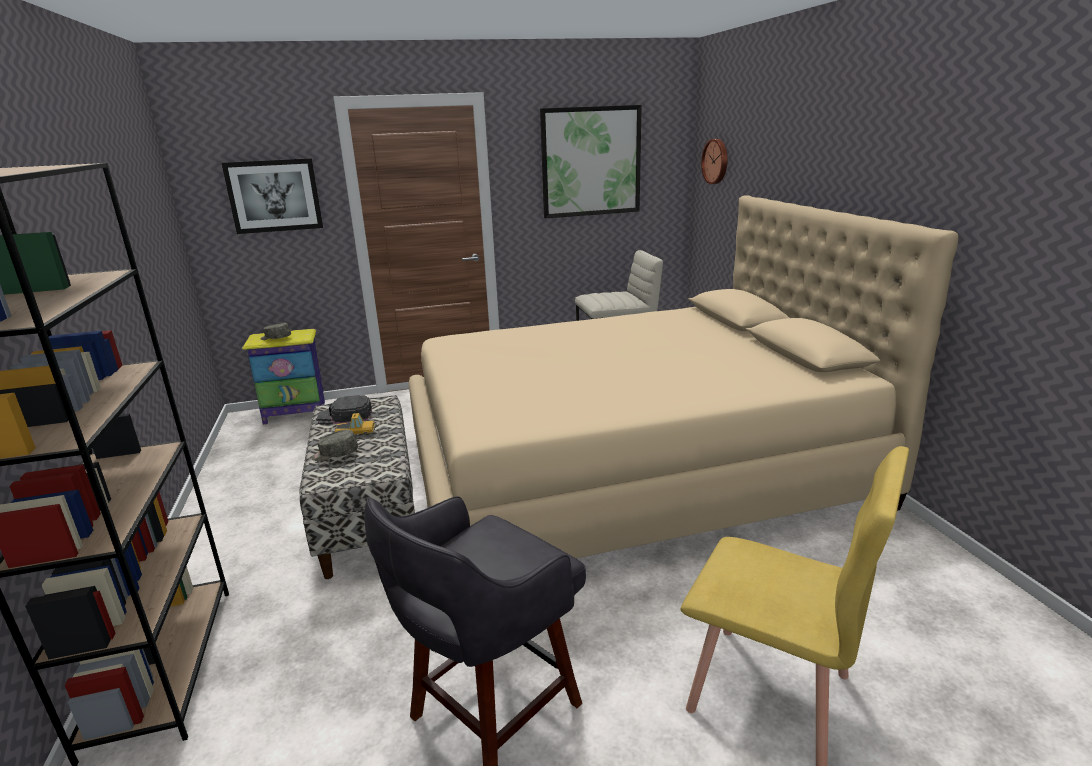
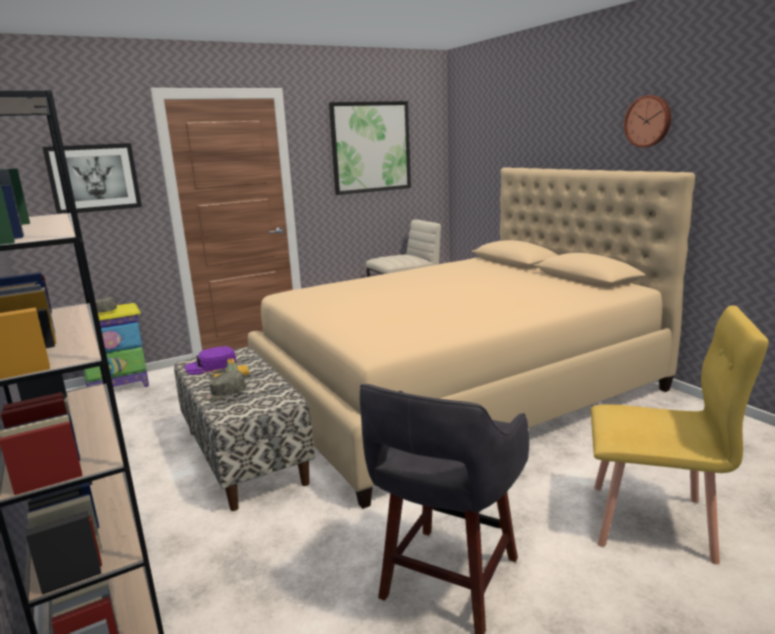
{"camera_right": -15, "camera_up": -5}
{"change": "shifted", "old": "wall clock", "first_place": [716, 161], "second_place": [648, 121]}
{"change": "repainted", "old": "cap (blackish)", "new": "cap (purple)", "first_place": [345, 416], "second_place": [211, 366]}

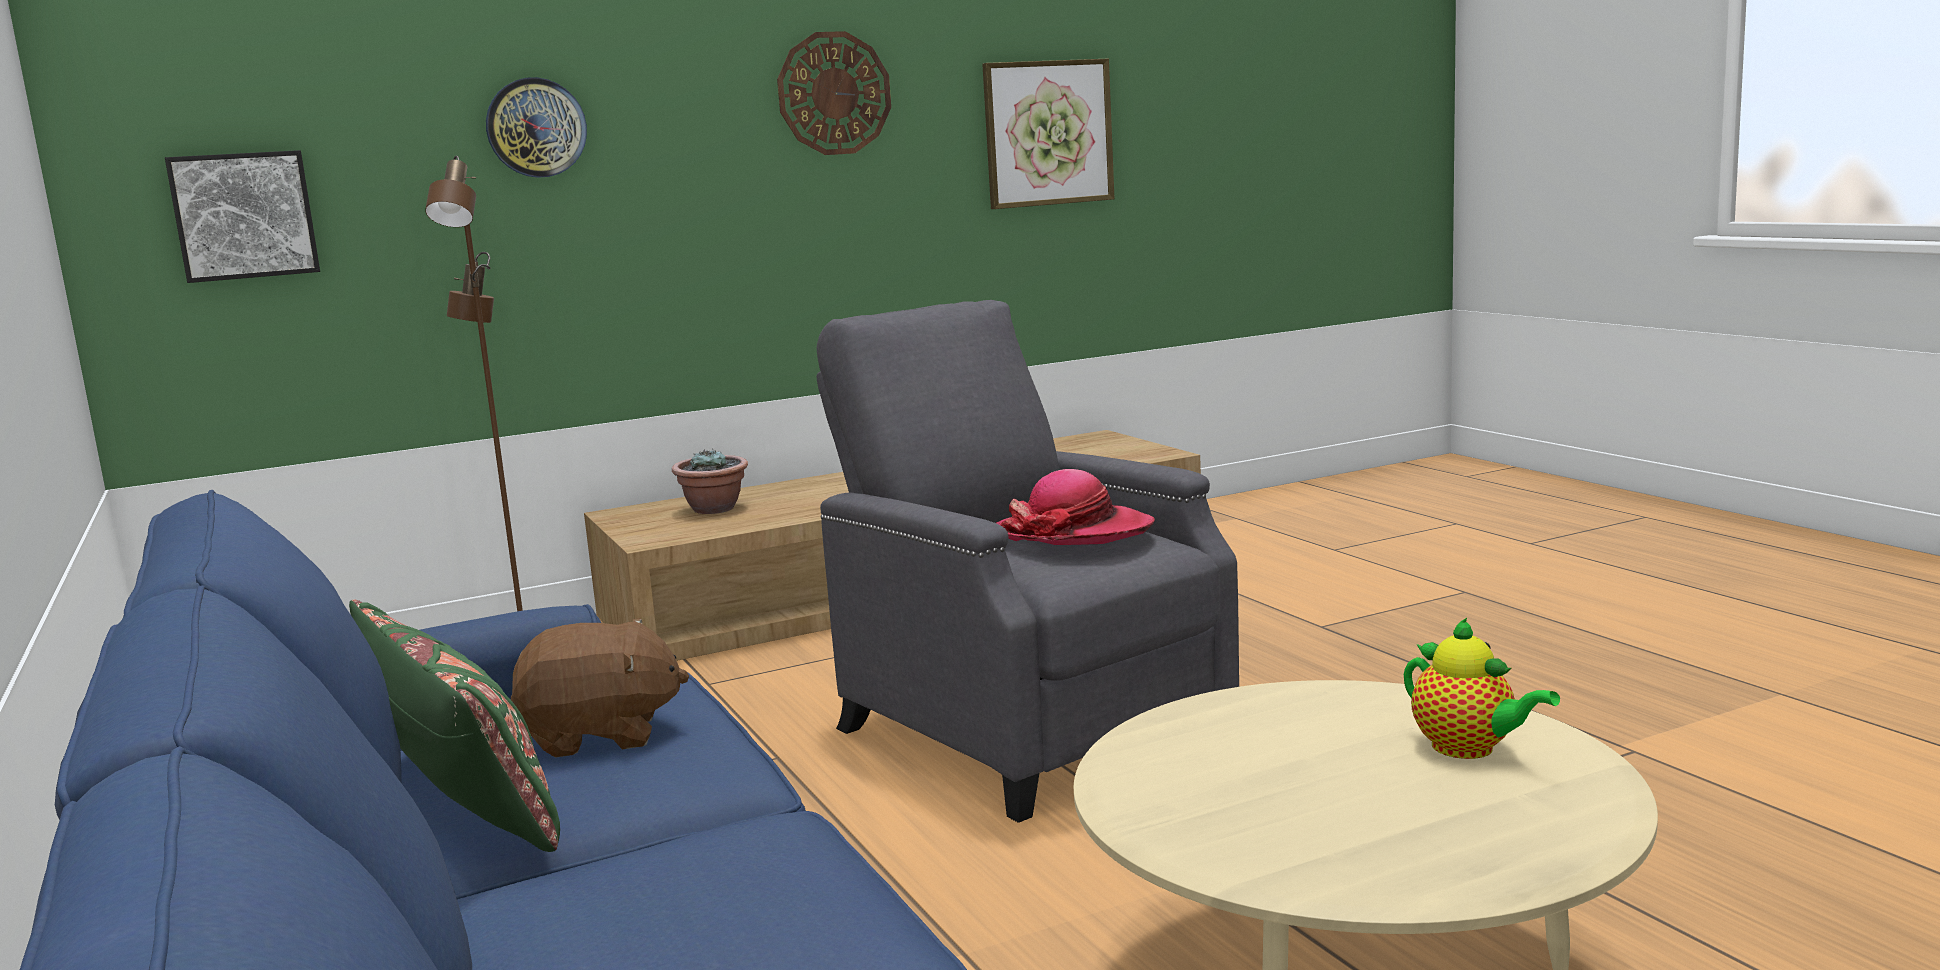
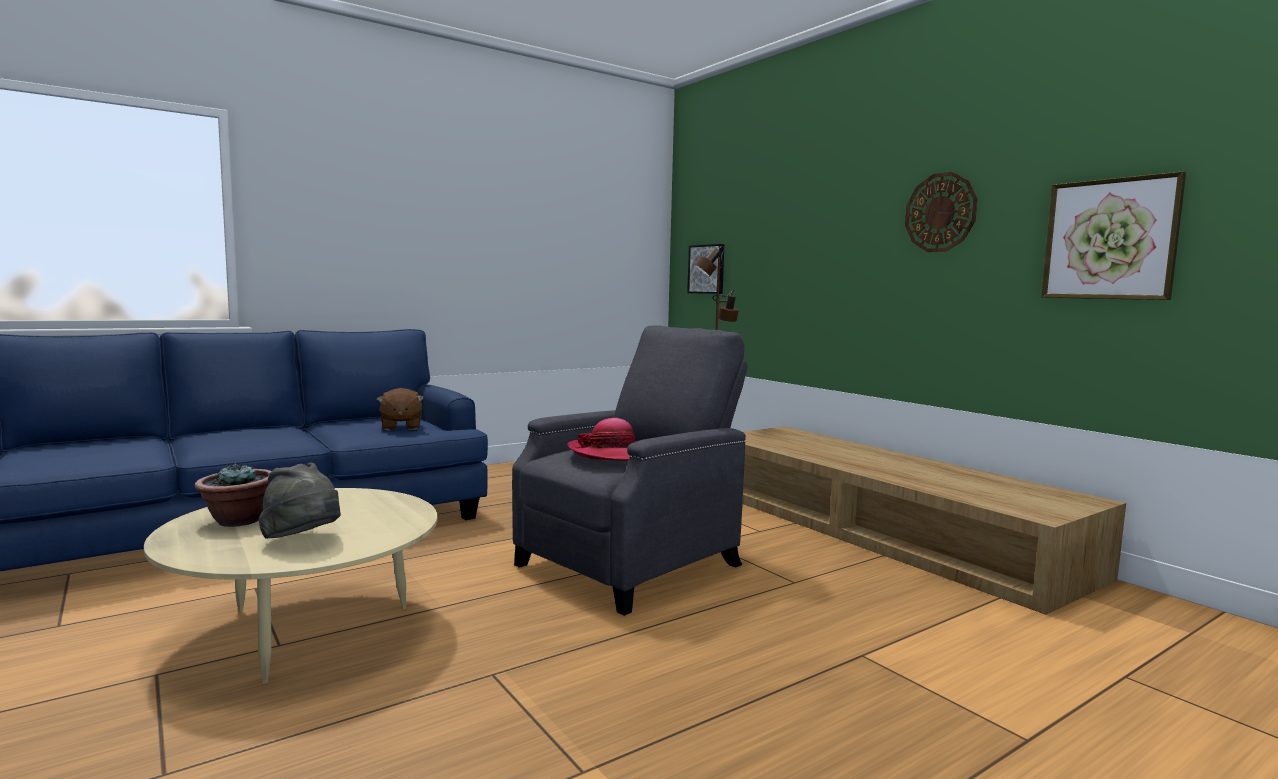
{"camera_right": 80, "camera_up": -5}
{"change": "gone", "old": "cushion (green)", "first_place": [461, 801]}
{"change": "gone", "old": "wall clock", "first_place": [536, 128]}
{"change": "shifted", "old": "potted plant", "first_place": [714, 509], "second_place": [238, 521]}
{"change": "swapped", "old": "teapot", "new": "clothing hat (gray)", "first_place": [1469, 749], "second_place": [304, 541]}

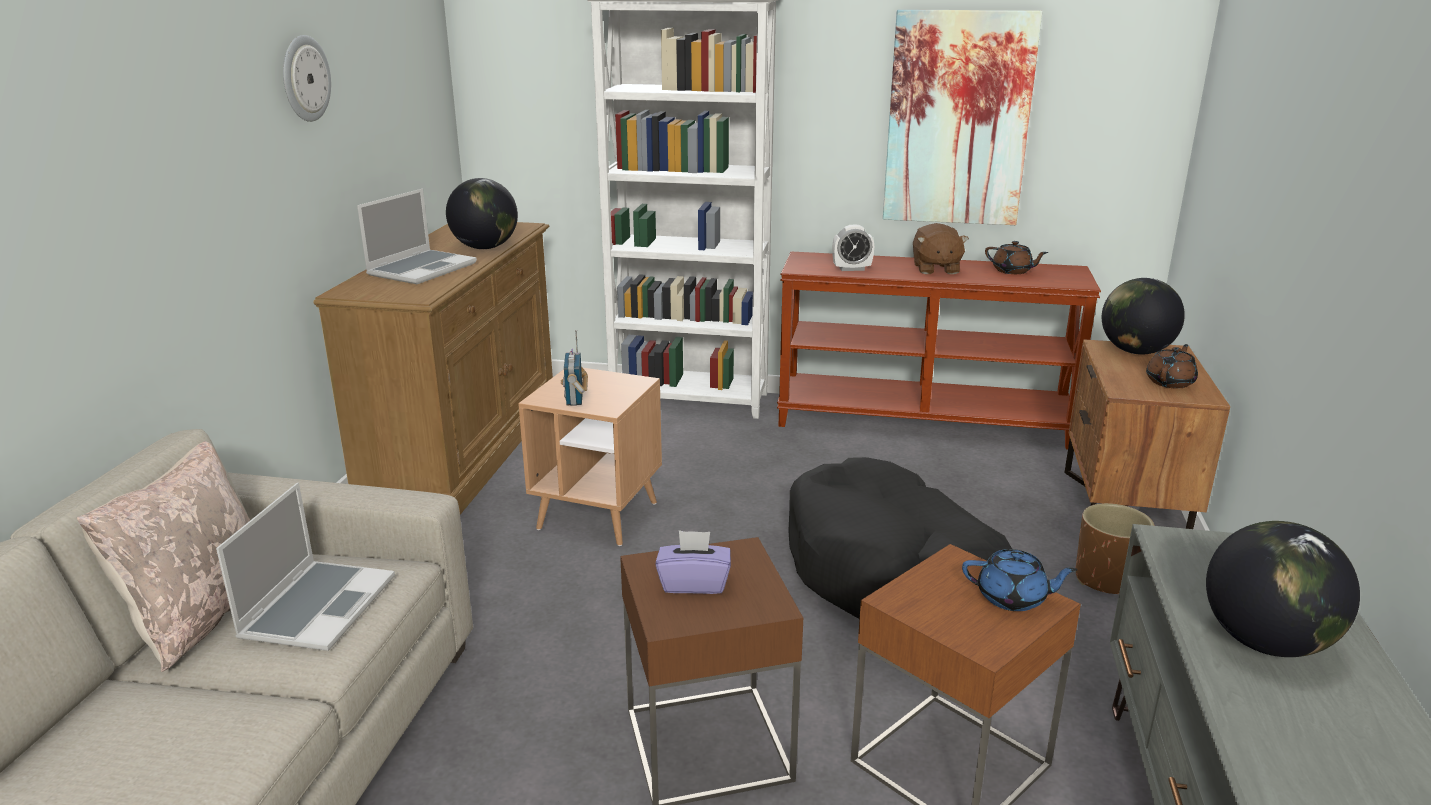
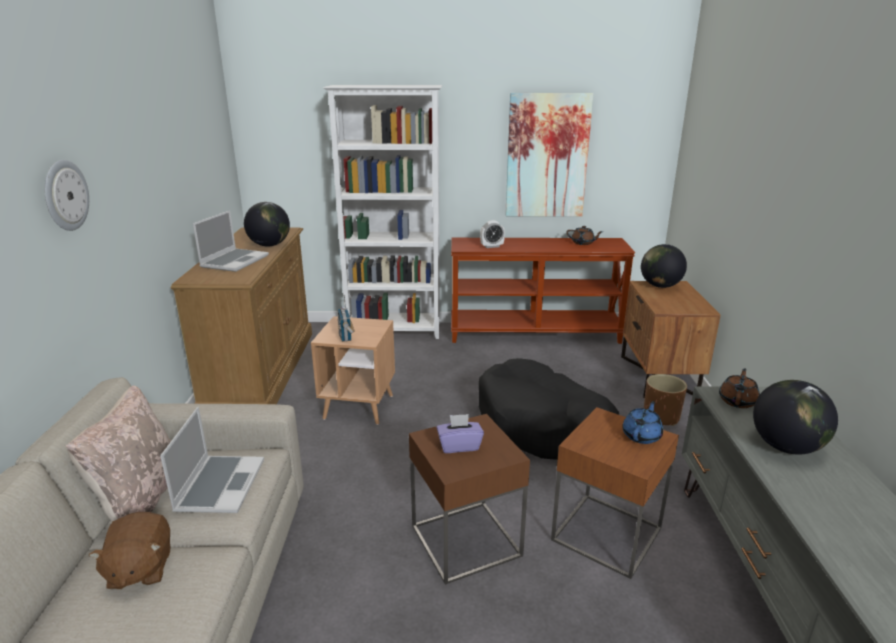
{"camera_right": -10, "camera_up": 0}
{"change": "shifted", "old": "wall clock", "first_place": [304, 78], "second_place": [65, 195]}
{"change": "shifted", "old": "soft toy (brown)", "first_place": [935, 269], "second_place": [140, 569]}
{"change": "shifted", "old": "teapot (brown)", "first_place": [1170, 382], "second_place": [737, 401]}
{"change": "rotated", "old": "teapot (bluish)", "first_place": [1013, 598], "second_place": [642, 435], "degrees": -60}

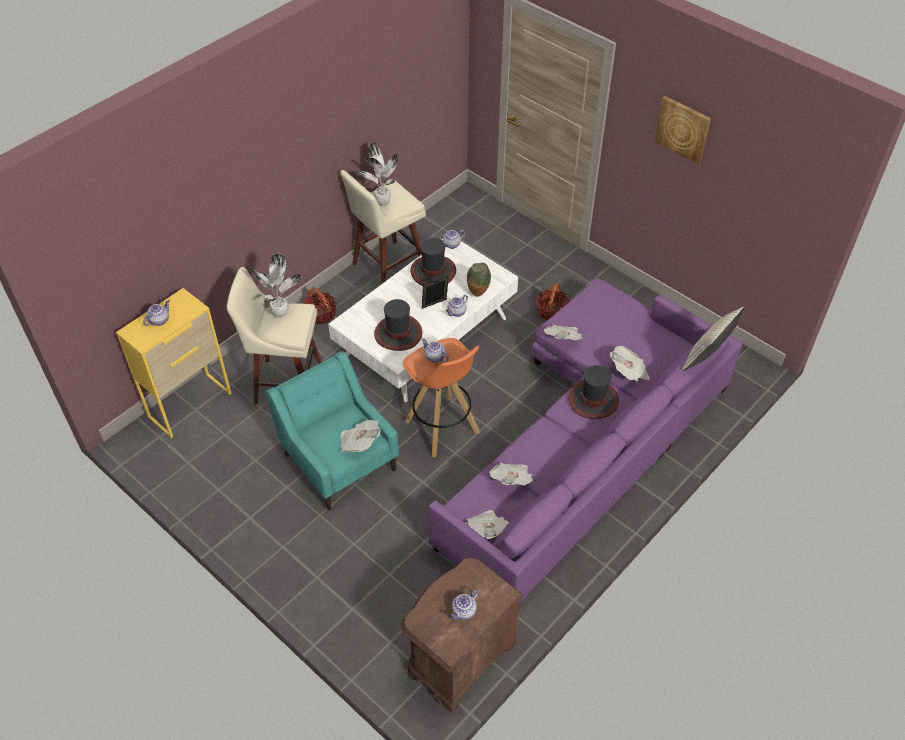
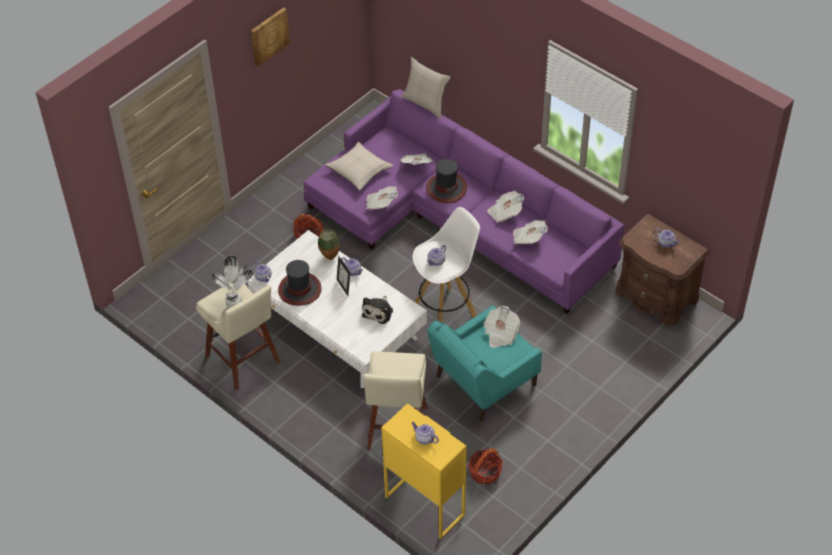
{"camera_right": -90, "camera_up": 0}
{"change": "gone", "old": "potted plant", "first_place": [281, 314]}
{"change": "new", "new": "cushion (beige-coloured)", "second_place": [359, 170]}
{"change": "shifted", "old": "basket", "first_place": [321, 314], "second_place": [485, 472]}
{"change": "shifted", "old": "printed paper", "first_place": [486, 530], "second_place": [505, 213]}
{"change": "swapped", "old": "clothing hat", "new": "soft toy", "first_place": [398, 333], "second_place": [379, 311]}
{"change": "repainted", "old": "sitting stool (orangey)", "new": "sitting stool (whitish)", "first_place": [442, 428], "second_place": [446, 312]}

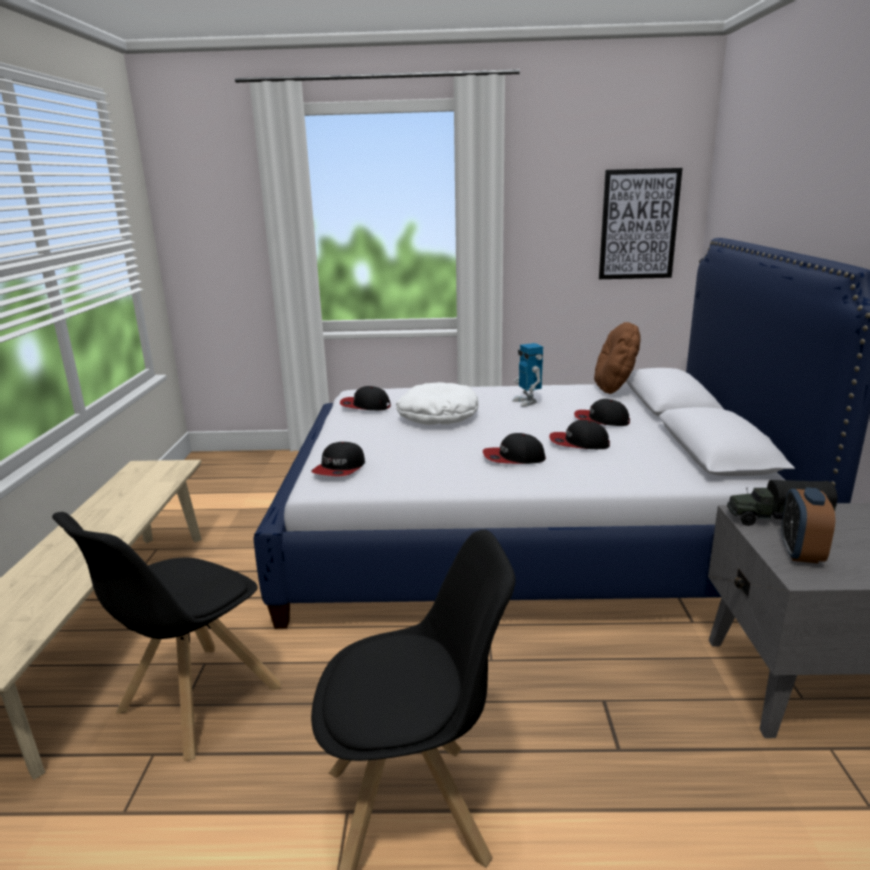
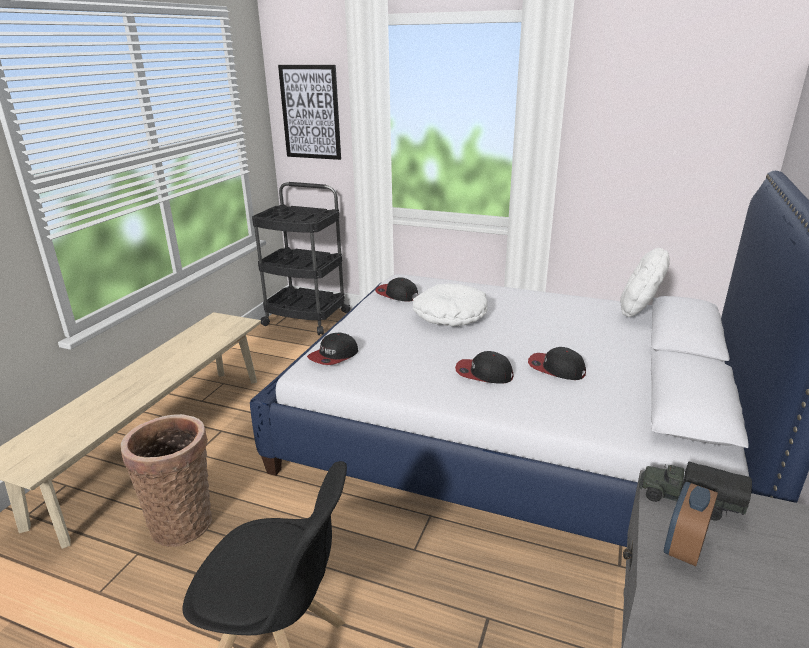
{"camera_right": 20, "camera_up": 5}
{"change": "gone", "old": "model robot", "first_place": [527, 402]}
{"change": "gone", "old": "cap", "first_place": [601, 420]}
{"change": "new", "new": "cart (blackish)", "second_place": [305, 318]}
{"change": "shifted", "old": "wall picture", "first_place": [638, 225], "second_place": [310, 112]}
{"change": "swapped", "old": "plain chair (blackish)", "new": "basket", "first_place": [194, 703], "second_place": [183, 520]}
{"change": "repainted", "old": "cushion (brown)", "new": "cushion (whitish)", "first_place": [614, 389], "second_place": [638, 312]}

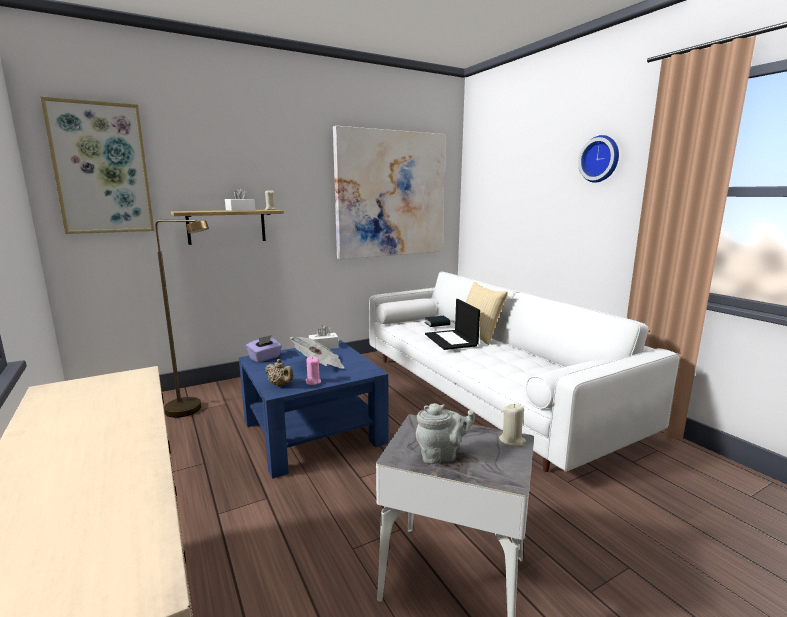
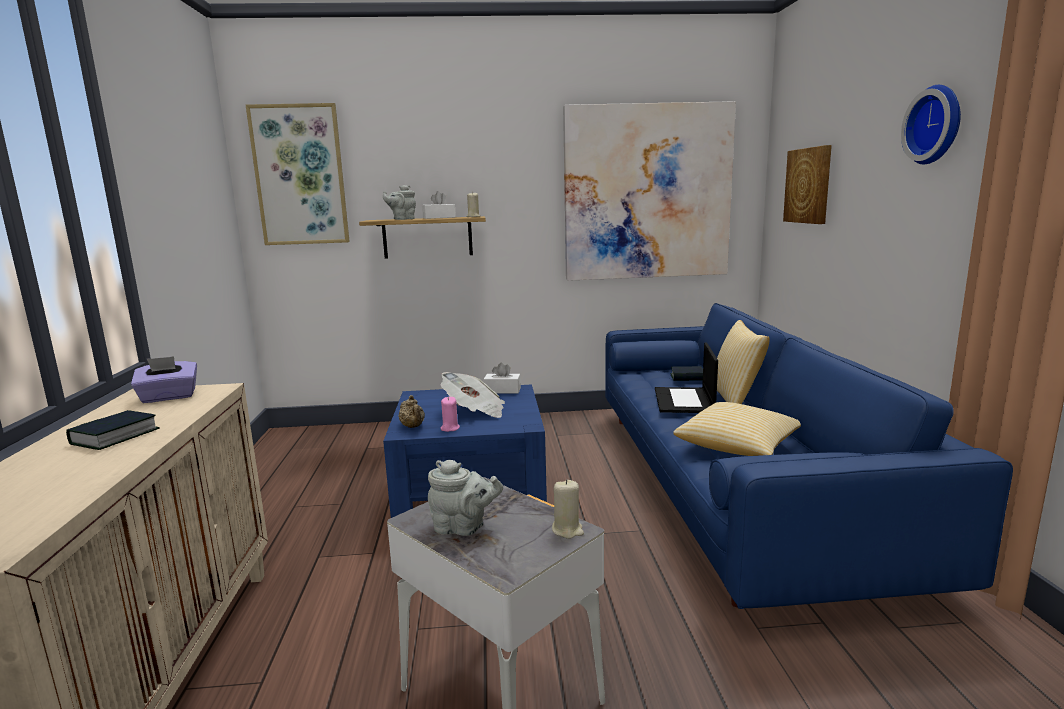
{"camera_right": 25, "camera_up": 0}
{"change": "gone", "old": "standard lamp (brown)", "first_place": [192, 410]}
{"change": "new", "new": "bound book", "second_place": [115, 437]}
{"change": "new", "new": "teapot (gray)", "second_place": [402, 219]}
{"change": "new", "new": "cushion", "second_place": [737, 447]}
{"change": "new", "new": "wall picture", "second_place": [808, 185]}
{"change": "shifted", "old": "tissue box (purple)", "first_place": [265, 358], "second_place": [169, 397]}
{"change": "repainted", "old": "sofa (whitish)", "new": "sofa (bluish)", "first_place": [485, 392], "second_place": [732, 484]}

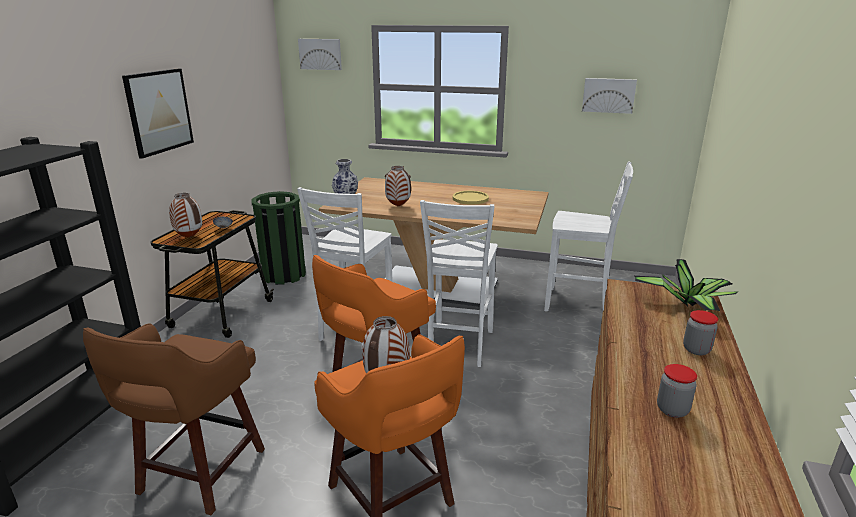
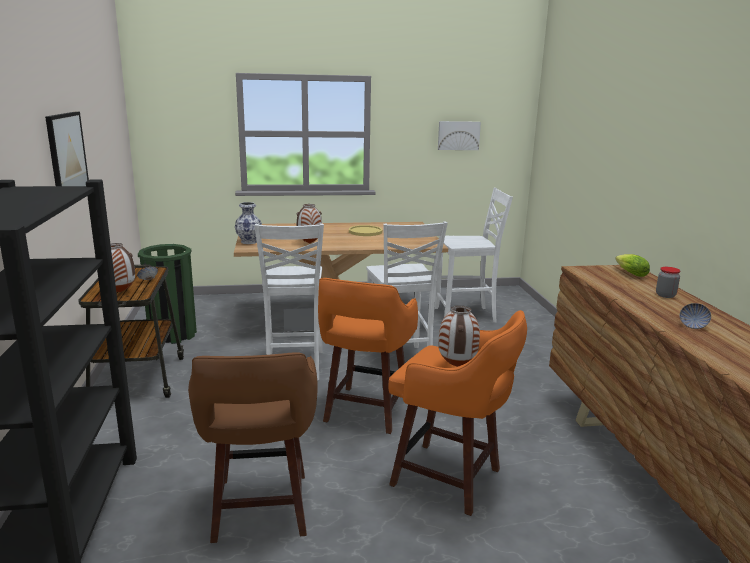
{"camera_right": -25, "camera_up": -5}
{"change": "gone", "old": "wall picture", "first_place": [320, 54]}
{"change": "swapped", "old": "potted plant", "new": "head of lettuce", "first_place": [688, 304], "second_place": [629, 273]}
{"change": "swapped", "old": "jar", "new": "serving bowl", "first_place": [672, 410], "second_place": [693, 326]}

